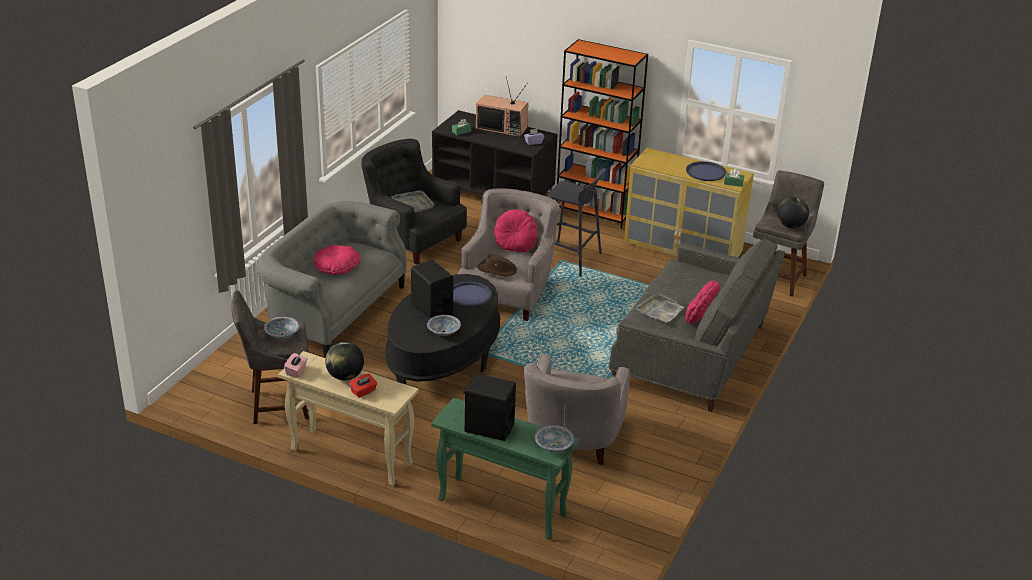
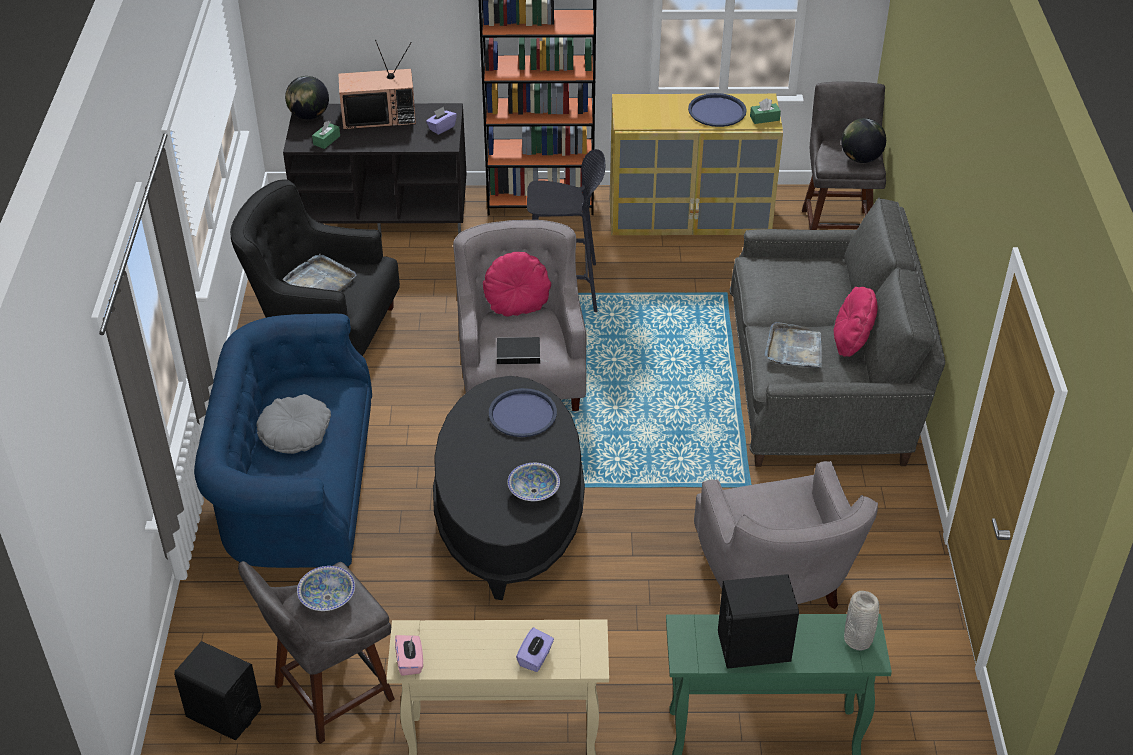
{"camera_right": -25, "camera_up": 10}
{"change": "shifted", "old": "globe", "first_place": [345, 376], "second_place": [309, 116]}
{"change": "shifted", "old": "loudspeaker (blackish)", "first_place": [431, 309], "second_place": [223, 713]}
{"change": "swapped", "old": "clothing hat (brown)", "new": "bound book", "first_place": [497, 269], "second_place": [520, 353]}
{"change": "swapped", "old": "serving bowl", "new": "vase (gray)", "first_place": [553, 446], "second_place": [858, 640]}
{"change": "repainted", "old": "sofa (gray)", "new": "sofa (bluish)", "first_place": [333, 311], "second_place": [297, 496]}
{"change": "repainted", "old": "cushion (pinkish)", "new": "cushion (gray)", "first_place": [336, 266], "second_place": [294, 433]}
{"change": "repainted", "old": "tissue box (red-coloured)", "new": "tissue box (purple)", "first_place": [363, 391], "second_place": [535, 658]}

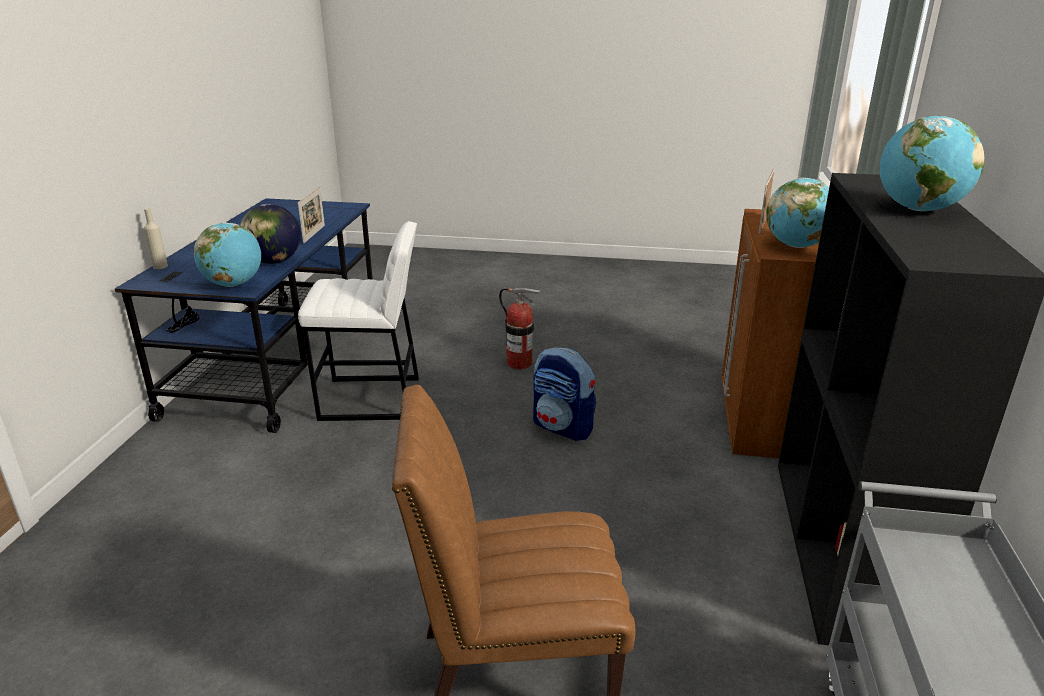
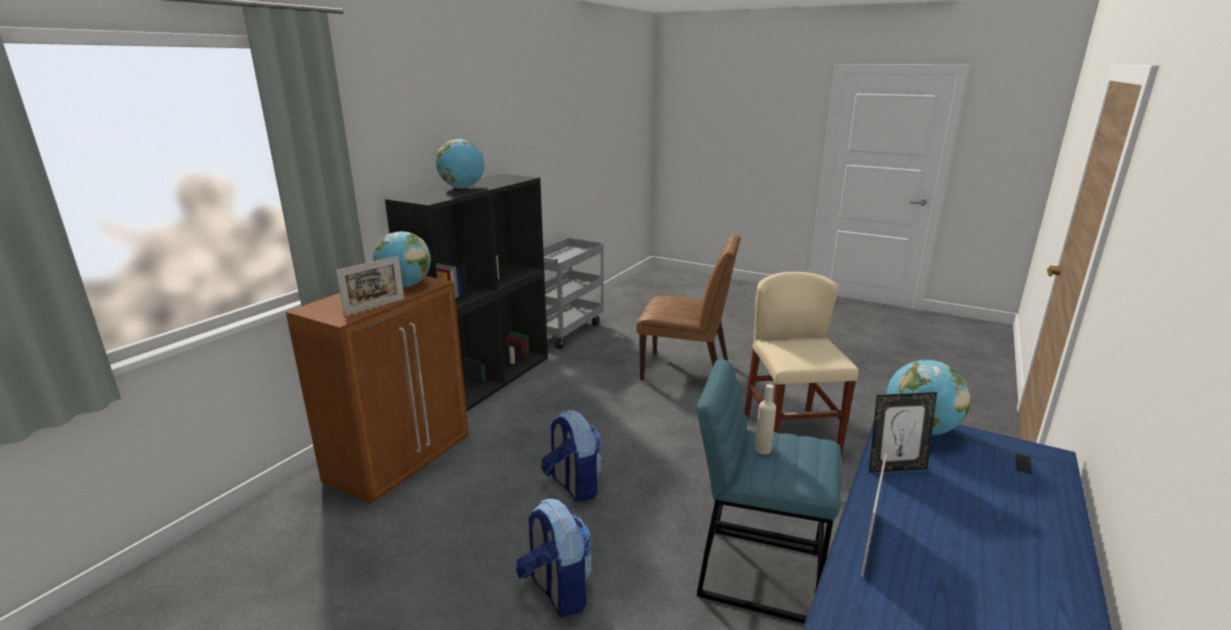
{"camera_right": -160, "camera_up": -5}
{"change": "new", "new": "plain chair (beige-coloured)", "second_place": [790, 433]}
{"change": "shifted", "old": "drink bottle (beige-coloured)", "first_place": [160, 266], "second_place": [763, 449]}
{"change": "swapped", "old": "globe", "new": "picture frame", "first_place": [274, 262], "second_place": [895, 467]}
{"change": "swapped", "old": "fire extinguisher", "new": "knapsack", "first_place": [519, 363], "second_place": [557, 591]}
{"change": "repainted", "old": "sitting stool (whitish)", "new": "sitting stool (bluish)", "first_place": [373, 398], "second_place": [755, 572]}

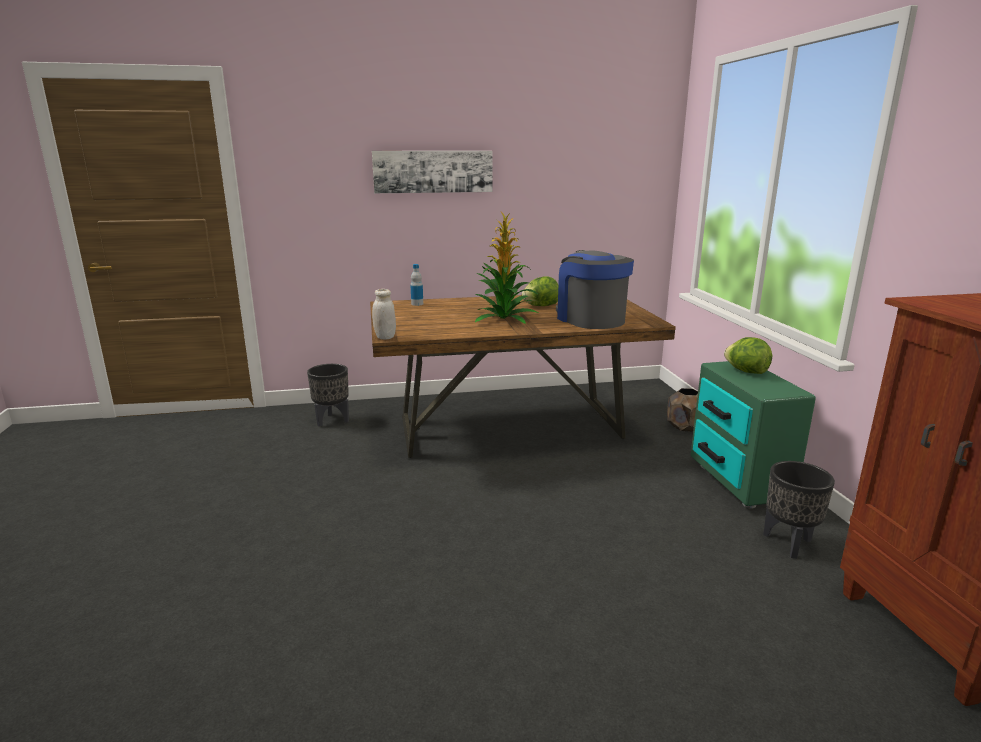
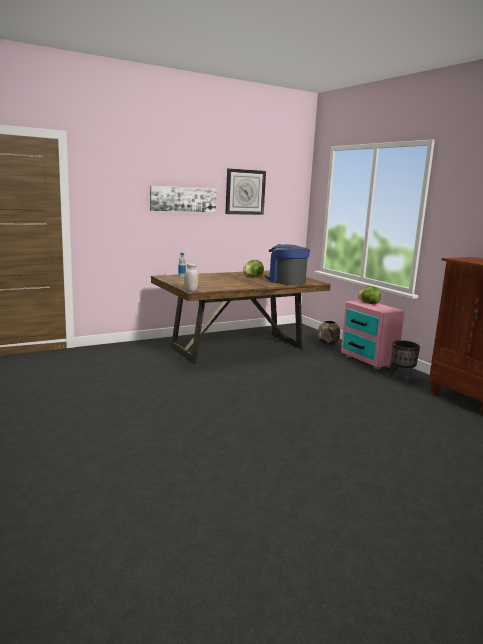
{"camera_right": -20, "camera_up": -5}
{"change": "gone", "old": "plant pot (blackish)", "first_place": [331, 420]}
{"change": "gone", "old": "potted plant", "first_place": [504, 318]}
{"change": "new", "new": "wall clock", "second_place": [245, 192]}
{"change": "repainted", "old": "bedside table (green)", "new": "bedside table (pinkish)", "first_place": [736, 484], "second_place": [367, 362]}

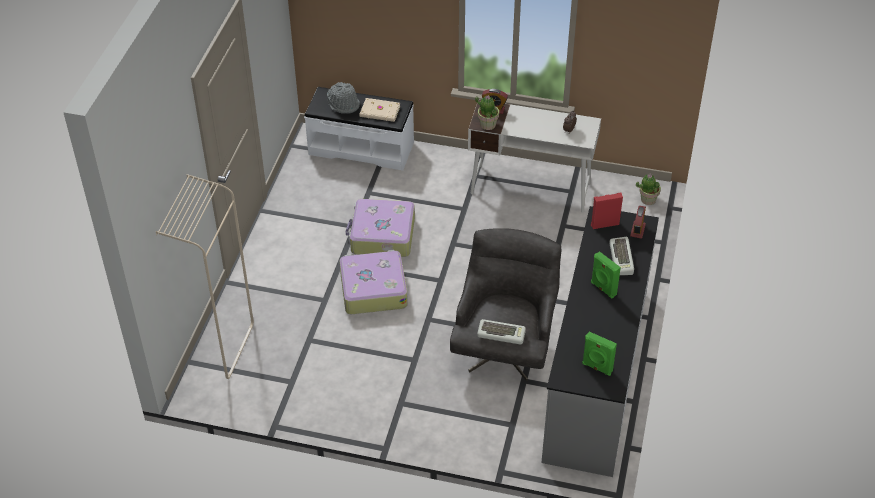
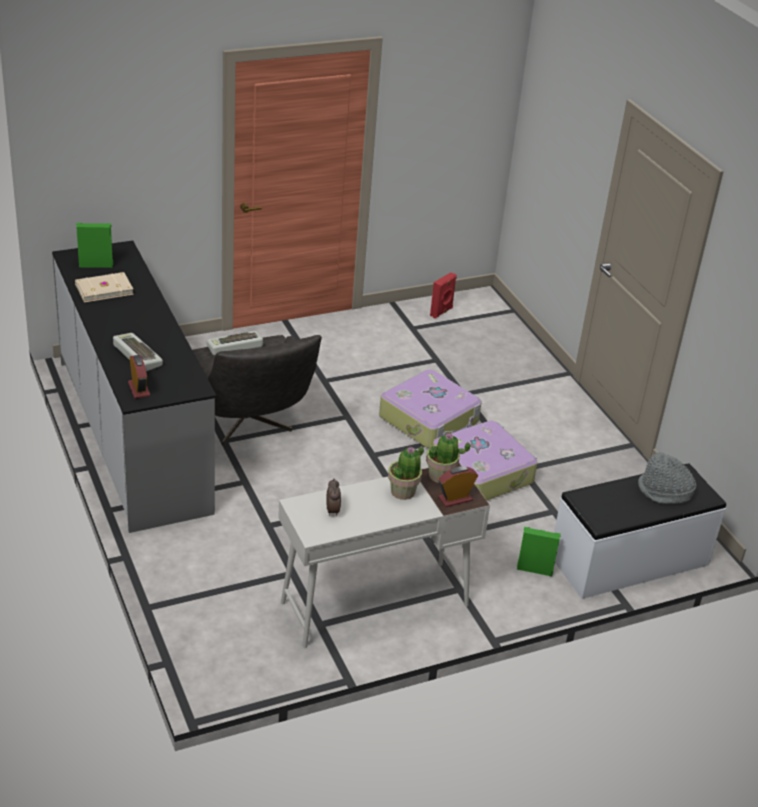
{"camera_right": 140, "camera_up": -10}
{"change": "gone", "old": "garment stand (beige-coloured)", "first_place": [221, 347]}
{"change": "shifted", "old": "bound book (beige-coloured)", "first_place": [380, 112], "second_place": [103, 289]}
{"change": "shifted", "old": "loudspeaker (red-coloured)", "first_place": [604, 224], "second_place": [442, 312]}
{"change": "shifted", "old": "loudspeaker (green)", "first_place": [603, 289], "second_place": [534, 569]}
{"change": "shifted", "old": "potted plant", "first_place": [648, 199], "second_place": [403, 491]}

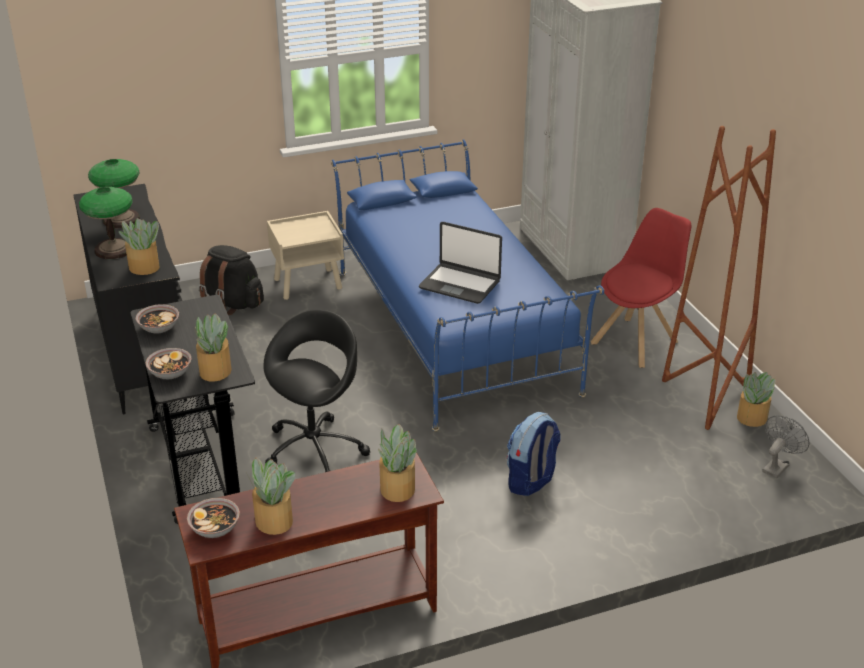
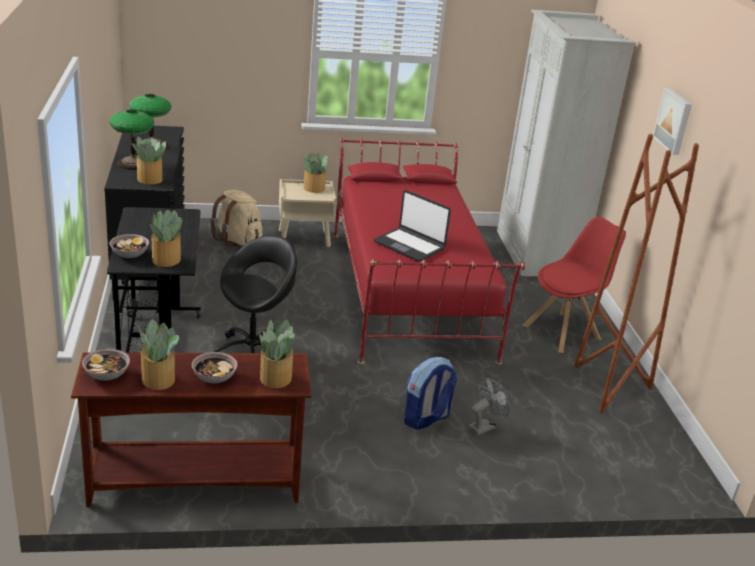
{"camera_right": 10, "camera_up": -5}
{"change": "new", "new": "wall picture", "second_place": [674, 121]}
{"change": "shifted", "old": "serving bowl", "first_place": [159, 327], "second_place": [214, 377]}
{"change": "shifted", "old": "potted plant", "first_place": [751, 418], "second_place": [313, 188]}
{"change": "shifted", "old": "electric fan (gray)", "first_place": [777, 466], "second_place": [484, 426]}
{"change": "repainted", "old": "knapsack (blackish)", "new": "knapsack (beige-coloured)", "first_place": [233, 304], "second_place": [238, 241]}
{"change": "repainted", "old": "bedroom bed (bluish)", "new": "bedroom bed (red-coloured)", "first_place": [452, 331], "second_place": [408, 294]}

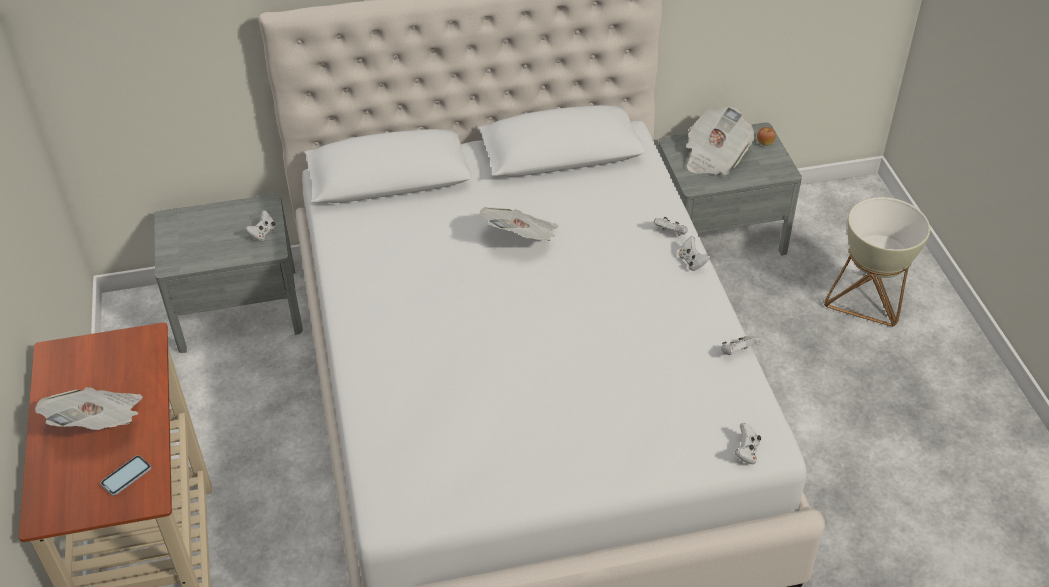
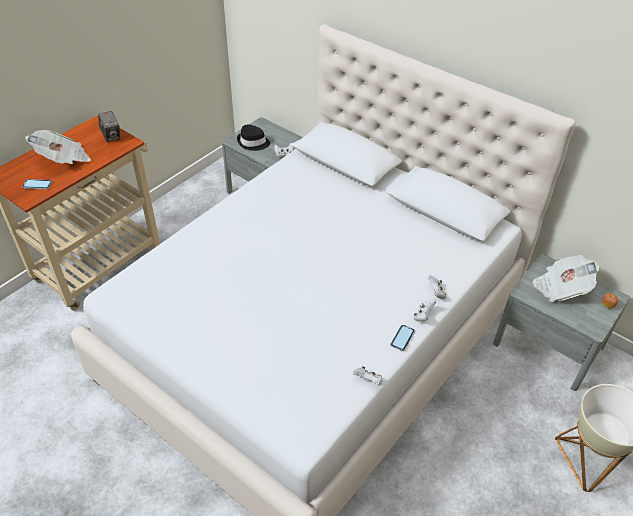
{"camera_right": 50, "camera_up": 0}
{"change": "gone", "old": "printed paper", "first_place": [522, 239]}
{"change": "gone", "old": "game controller (whitish)", "first_place": [746, 452]}
{"change": "new", "new": "photo camera", "second_place": [111, 136]}
{"change": "new", "new": "clothing hat (blackish)", "second_place": [253, 143]}
{"change": "new", "new": "telephone", "second_place": [402, 338]}

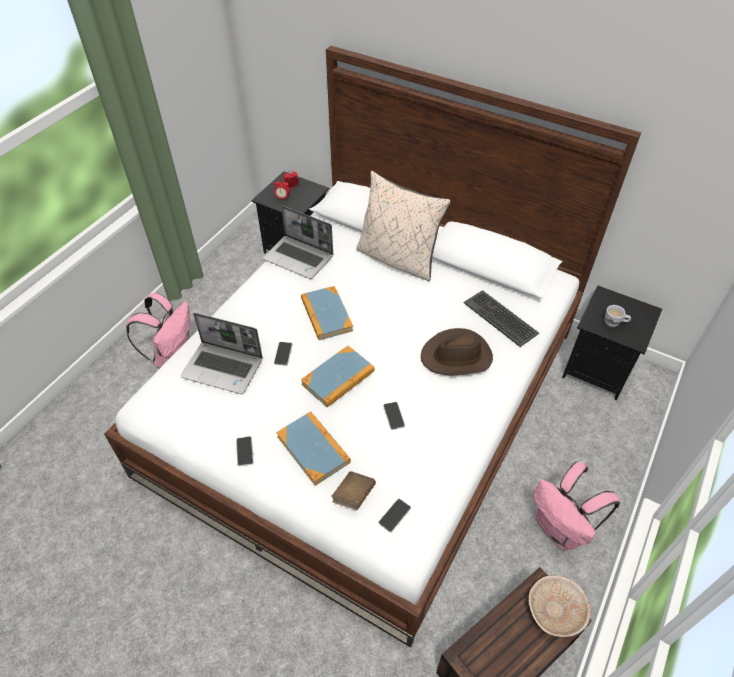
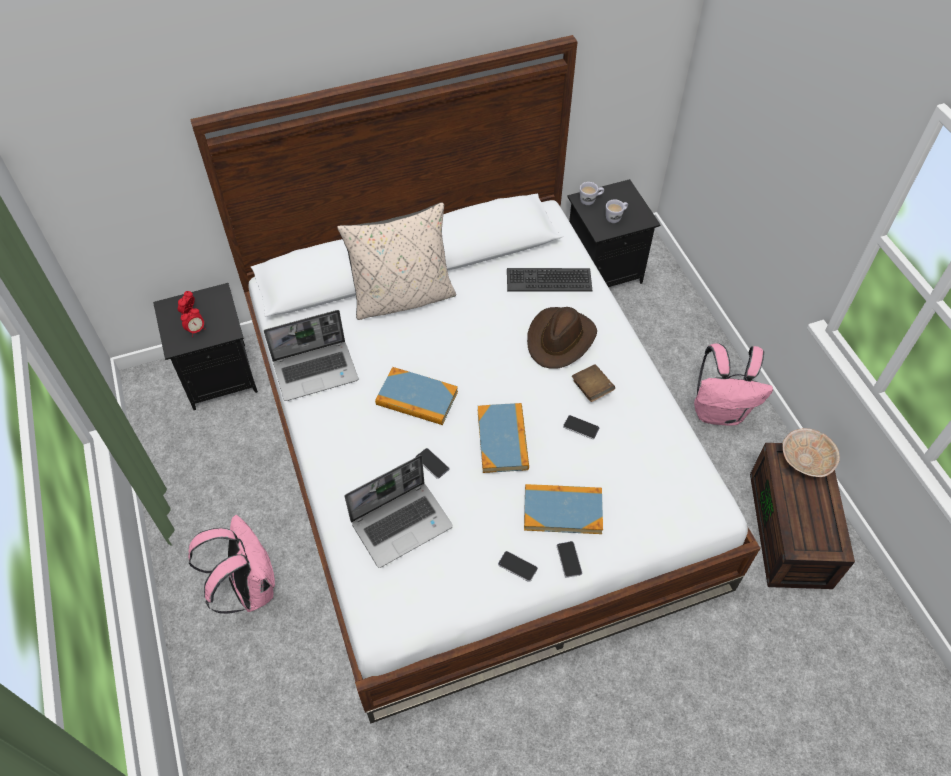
{"camera_right": -50, "camera_up": 5}
{"change": "new", "new": "tea mug (whitish)", "second_place": [590, 200]}
{"change": "shifted", "old": "bound book (brown)", "first_place": [353, 495], "second_place": [591, 389]}
{"change": "shifted", "old": "telephone", "first_place": [394, 515], "second_place": [569, 559]}

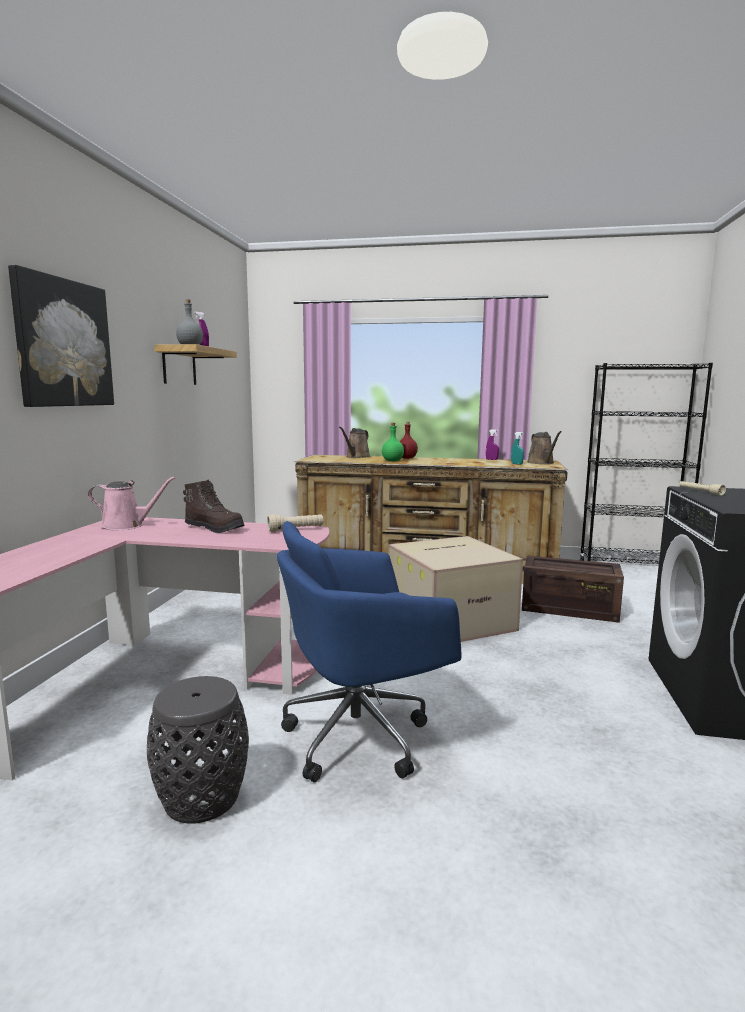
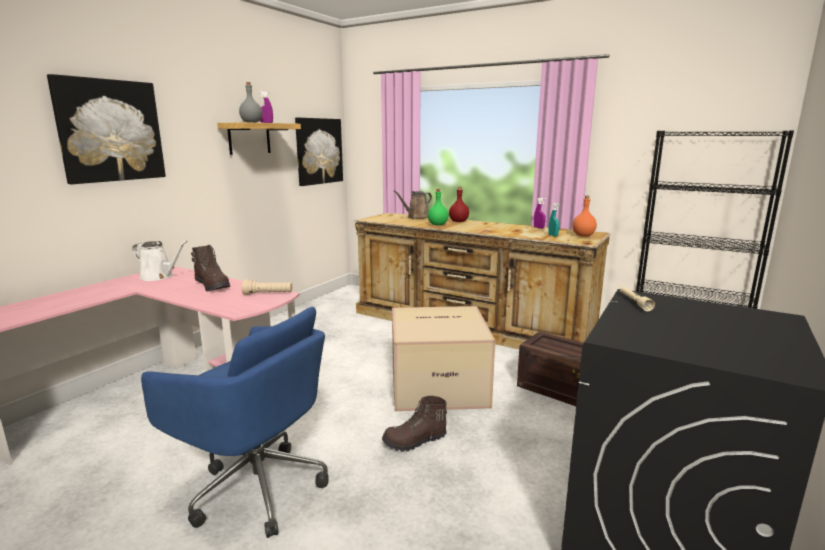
{"camera_right": 20, "camera_up": 5}
{"change": "gone", "old": "sitting stool (gray)", "first_place": [202, 797]}
{"change": "new", "new": "wall picture", "second_place": [318, 151]}
{"change": "new", "new": "high-top boot (brown)", "second_place": [415, 441]}
{"change": "swapped", "old": "sprinkling can (brown)", "new": "drink bottle (orangey)", "first_place": [542, 463], "second_place": [583, 235]}
{"change": "repainted", "old": "sprinkling can (pinkish)", "new": "sprinkling can (whitish)", "first_place": [127, 526], "second_place": [159, 276]}
{"change": "rotated", "old": "desk chair (bluish)", "first_place": [363, 737], "second_place": [254, 489], "degrees": -150}

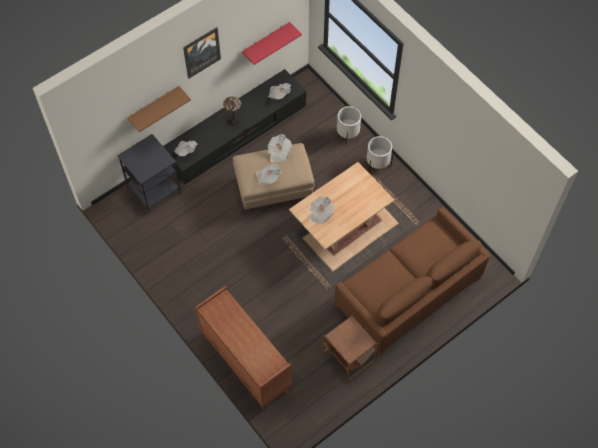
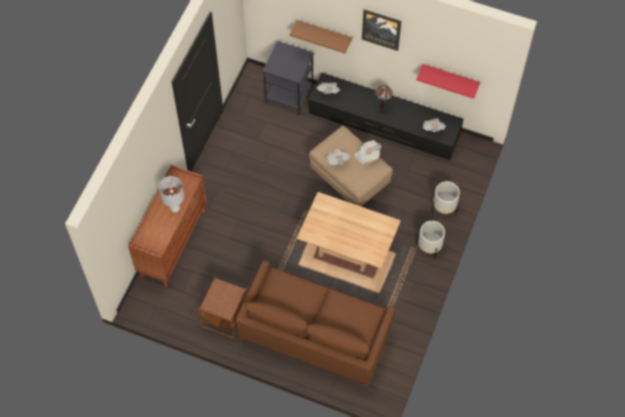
{"camera_right": 60, "camera_up": 0}
{"change": "gone", "old": "printed paper", "first_place": [320, 214]}
{"change": "new", "new": "table lamp (gray)", "second_place": [174, 208]}

